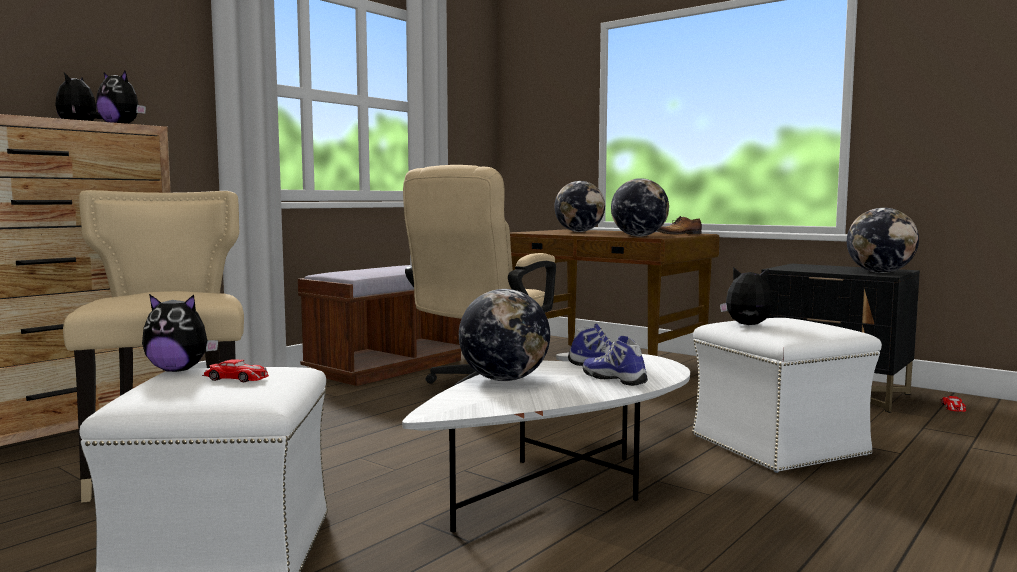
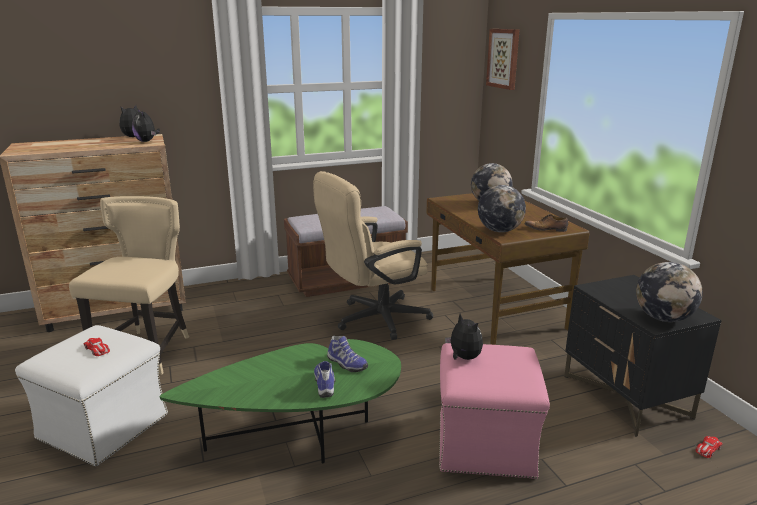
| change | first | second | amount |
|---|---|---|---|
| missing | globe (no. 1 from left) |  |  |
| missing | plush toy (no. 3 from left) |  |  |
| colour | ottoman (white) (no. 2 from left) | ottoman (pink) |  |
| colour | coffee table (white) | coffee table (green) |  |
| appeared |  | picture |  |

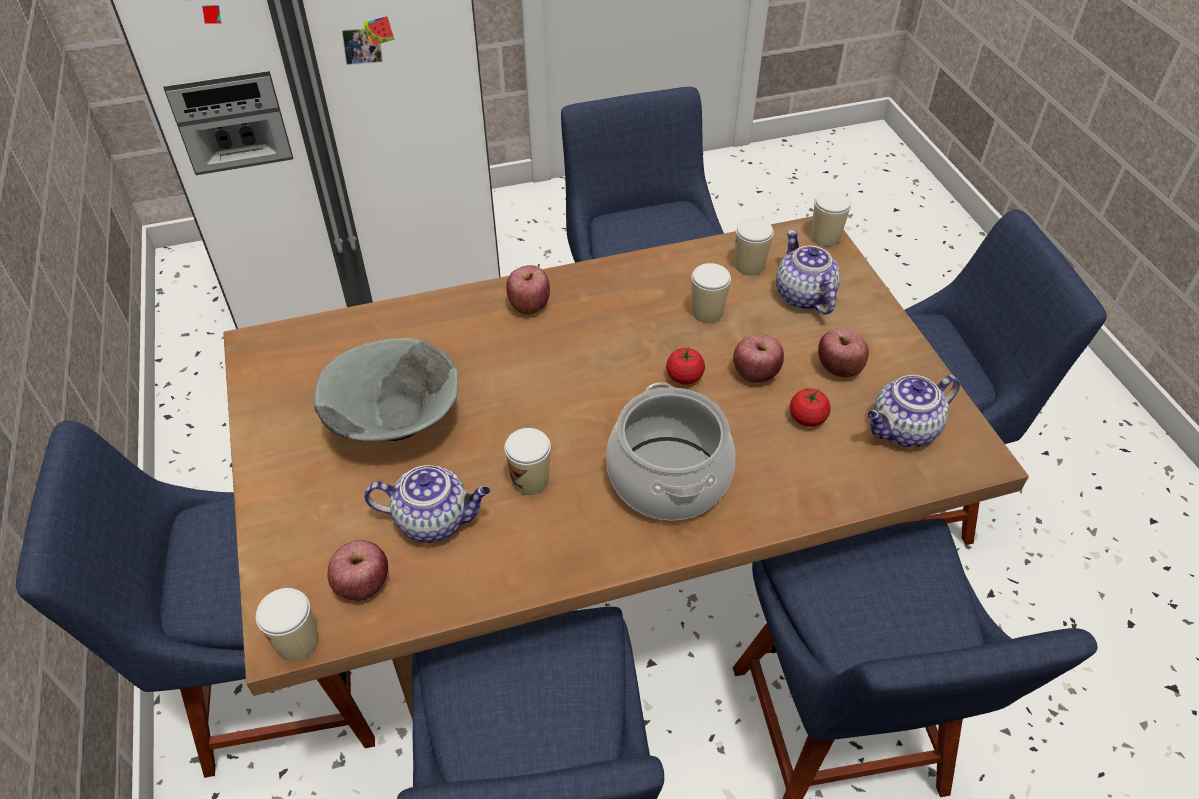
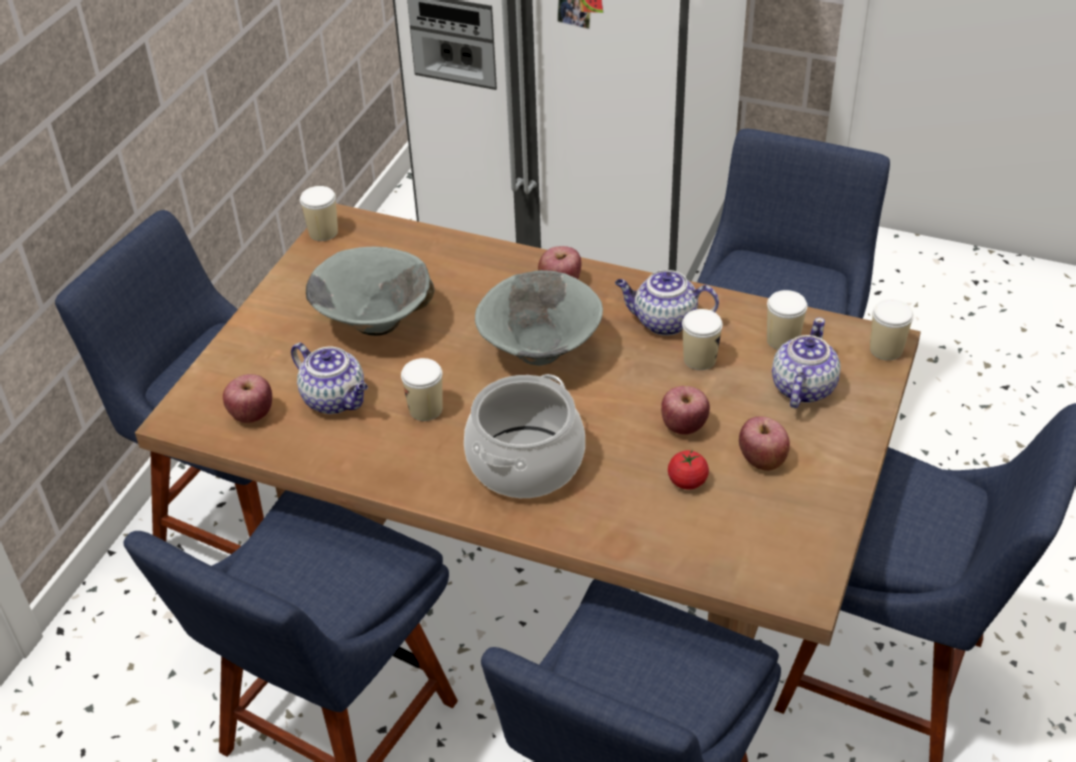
| change | first | second | amount |
|---|---|---|---|
| missing | tomato (no. 1 from left) |  |  |
| relocated | teapot (no. 3 from left in the first image) | teapot (no. 2 from left) |  |
| relocated | cup (no. 1 from left) |  |  |
| appeared |  | bowl (grey) (no. 2 from left) |  |

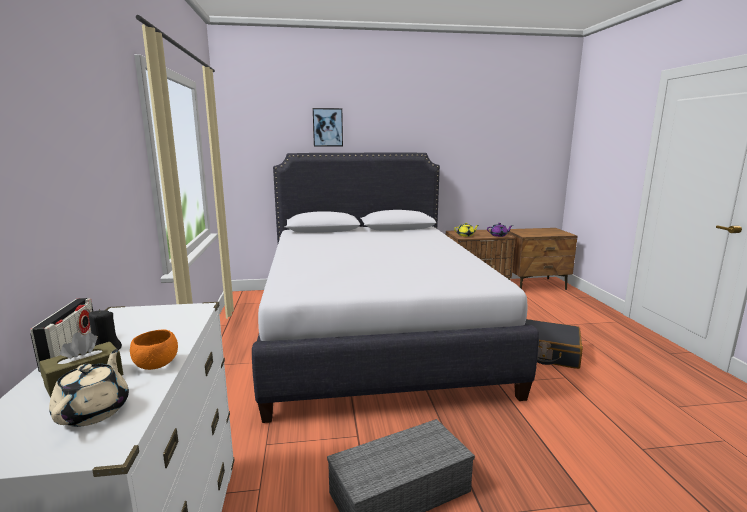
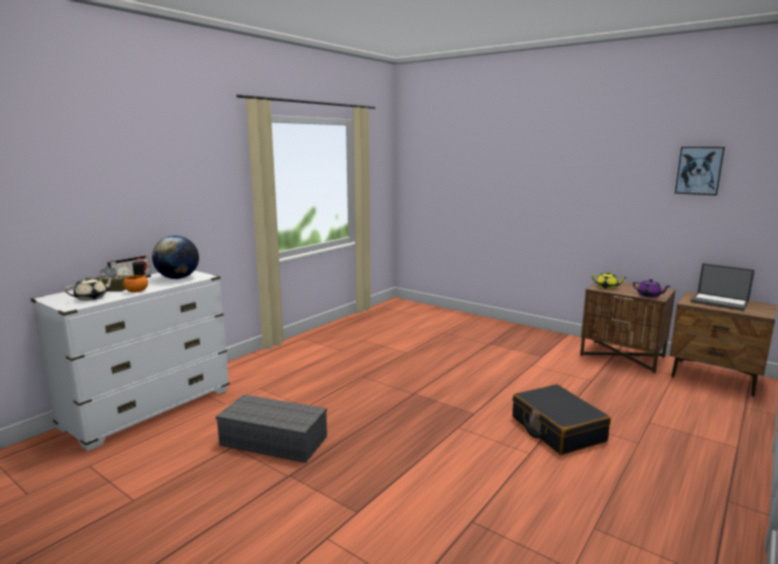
| change | first | second | amount |
|---|---|---|---|
| relocated | picture |  |  |
| missing | bed (white) |  |  |
| appeared |  | globe |  |
| appeared |  | laptop |  |

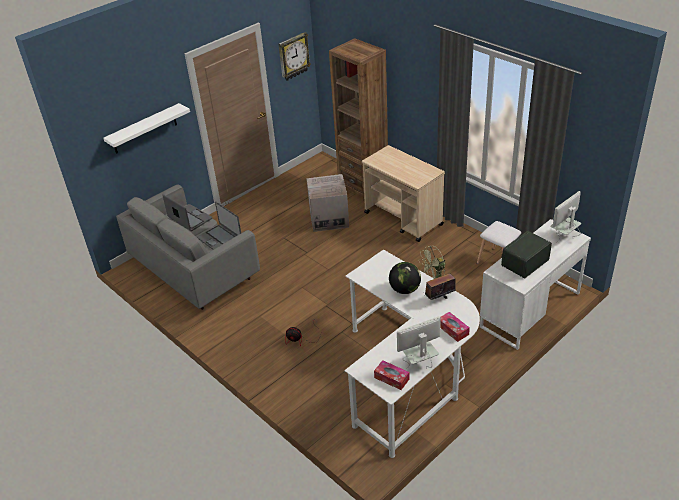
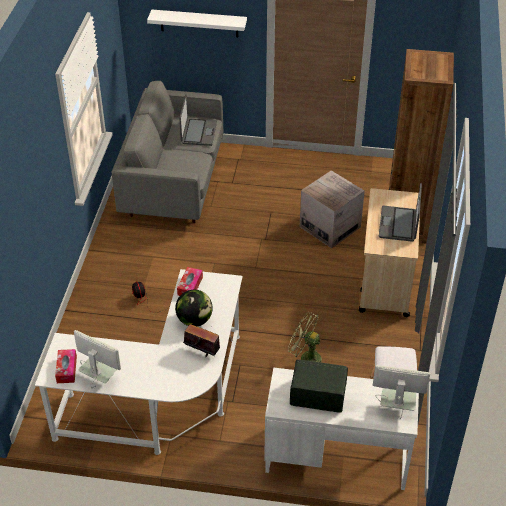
| change | first | second | amount |
|---|---|---|---|
| missing | wall clock |  |  |
| relocated | laptop (no. 2 from left) |  |  |
| relocated | tissue box (no. 2 from left) |  |  |

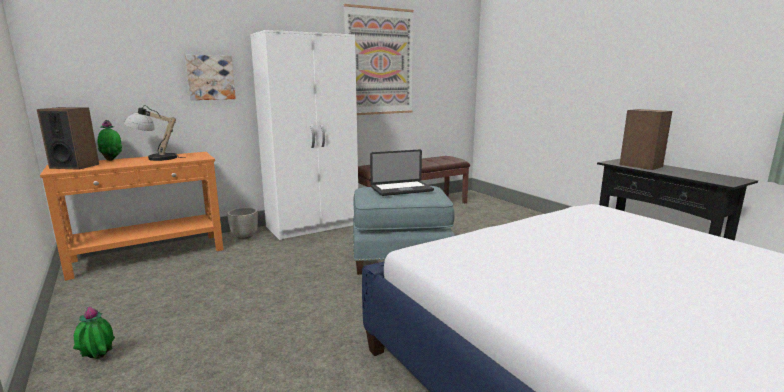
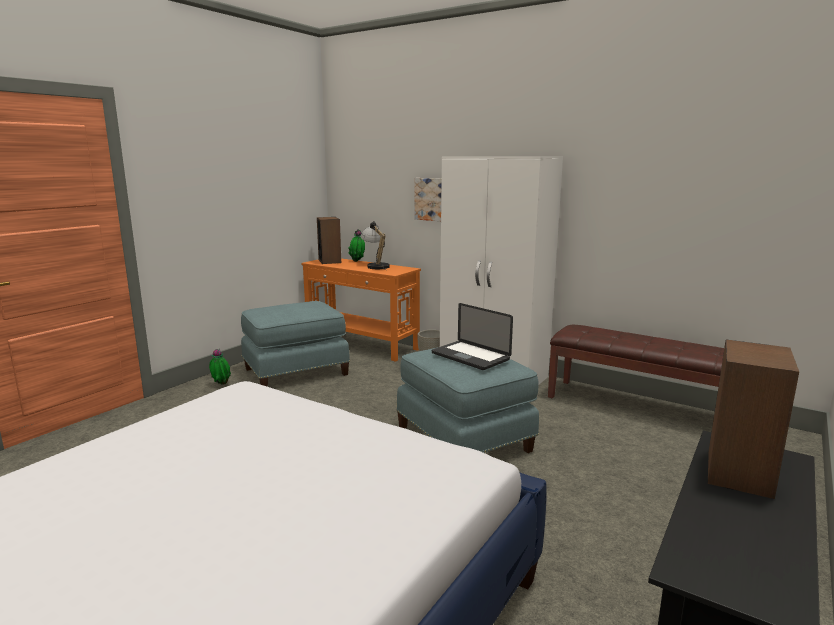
| change | first | second | amount |
|---|---|---|---|
| missing | picture (no. 2 from left) |  |  |
| appeared |  | ottoman (blue) (no. 1 from left) |  |

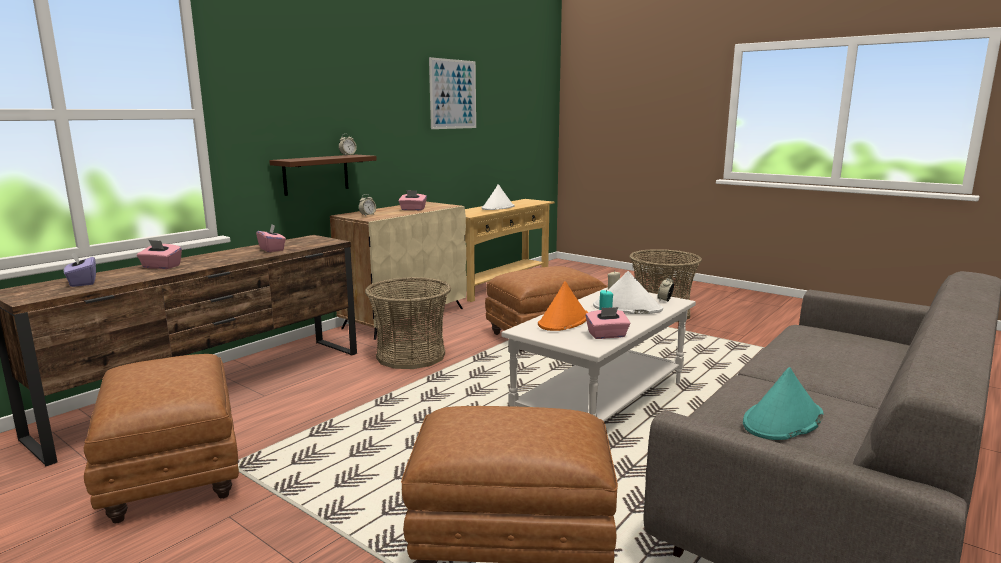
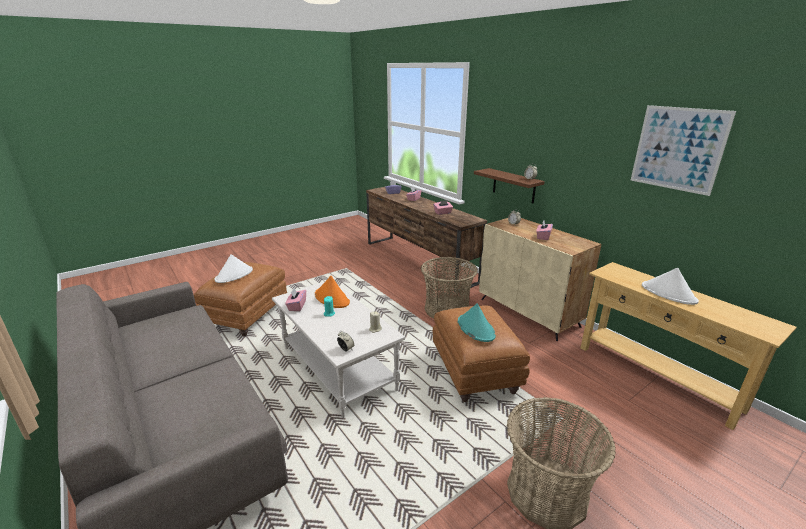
| change | first | second | amount |
|---|---|---|---|
| relocated | hat (white) (no. 2 from left in the first image) | hat (white) (no. 1 from left) |  |
| missing | ottoman (brown) (no. 1 from left) |  |  |
| relocated | hat (turquoise) |  |  |

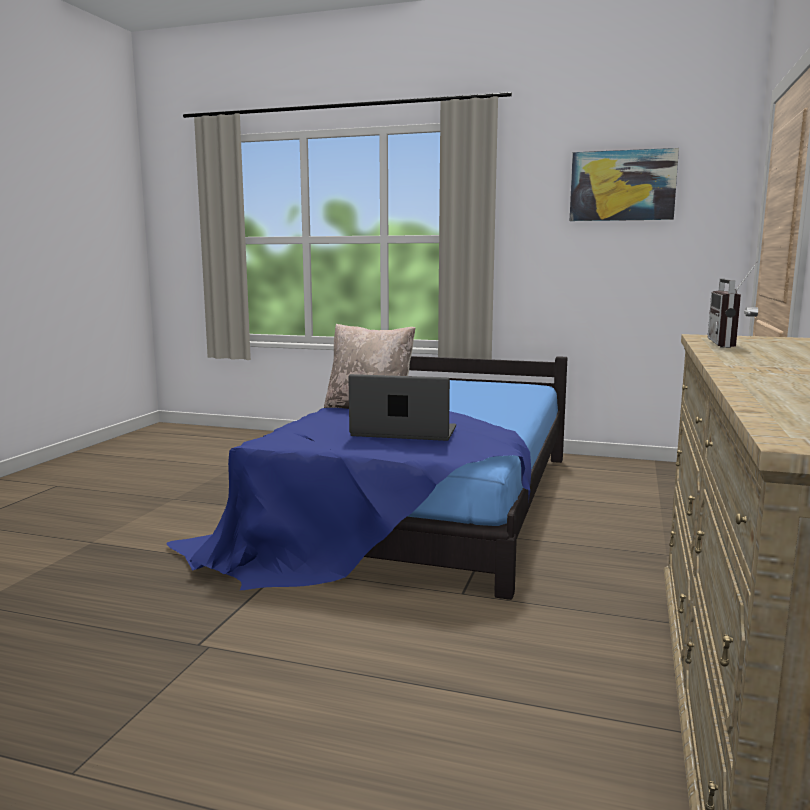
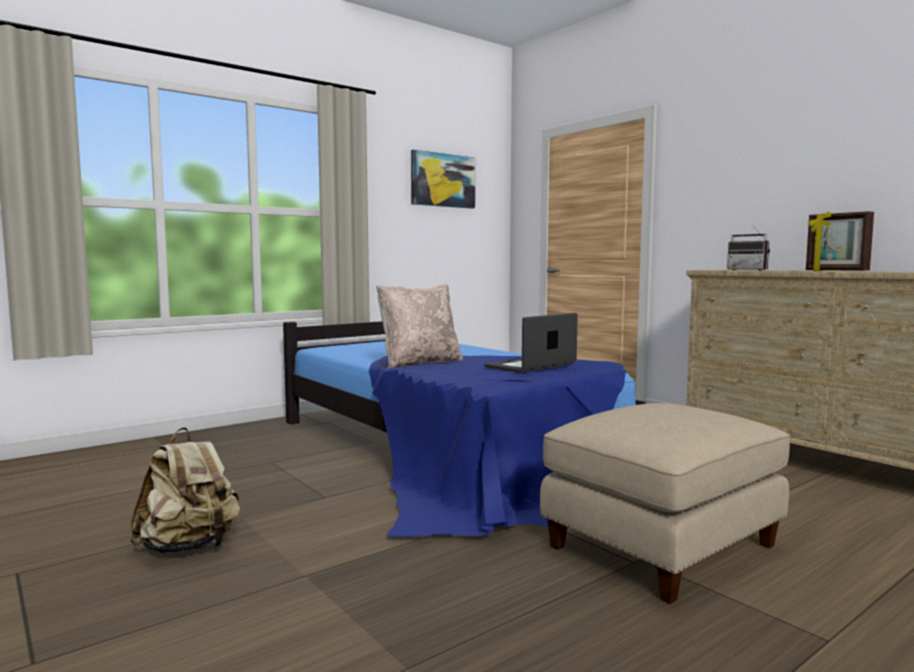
| change | first | second | amount |
|---|---|---|---|
| appeared |  | picture frame |  |
| appeared |  | ottoman (beige) |  |
| appeared |  | backpack (beige) |  |

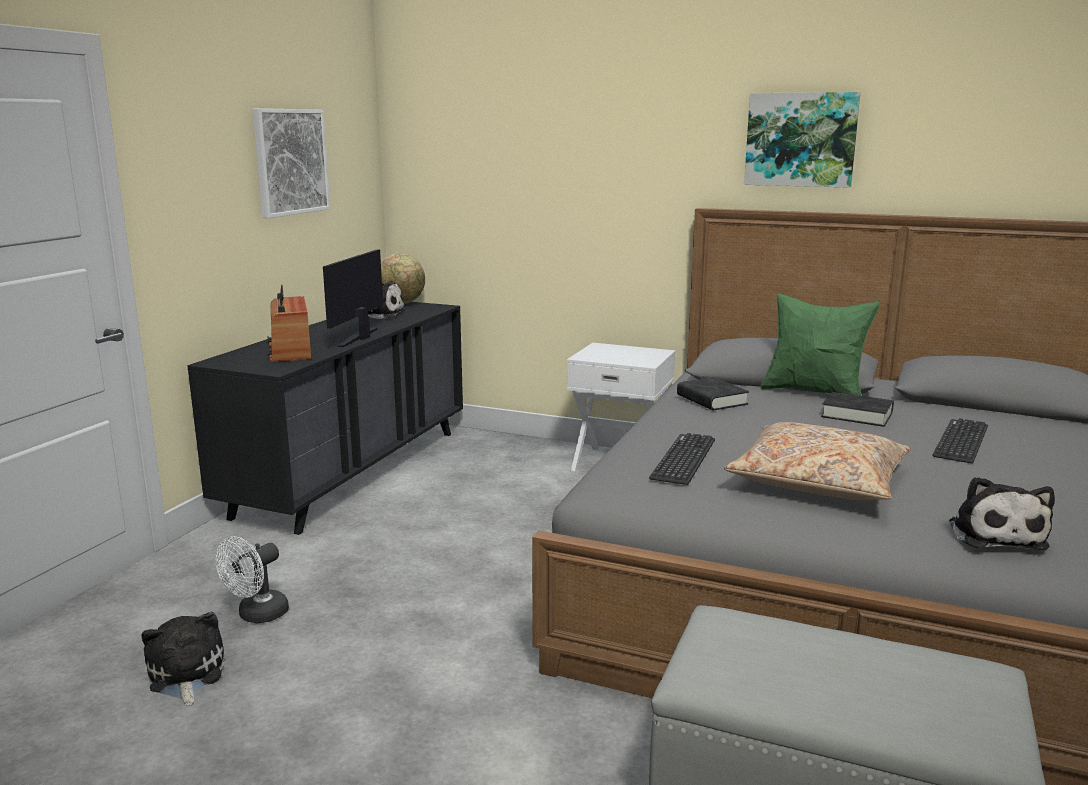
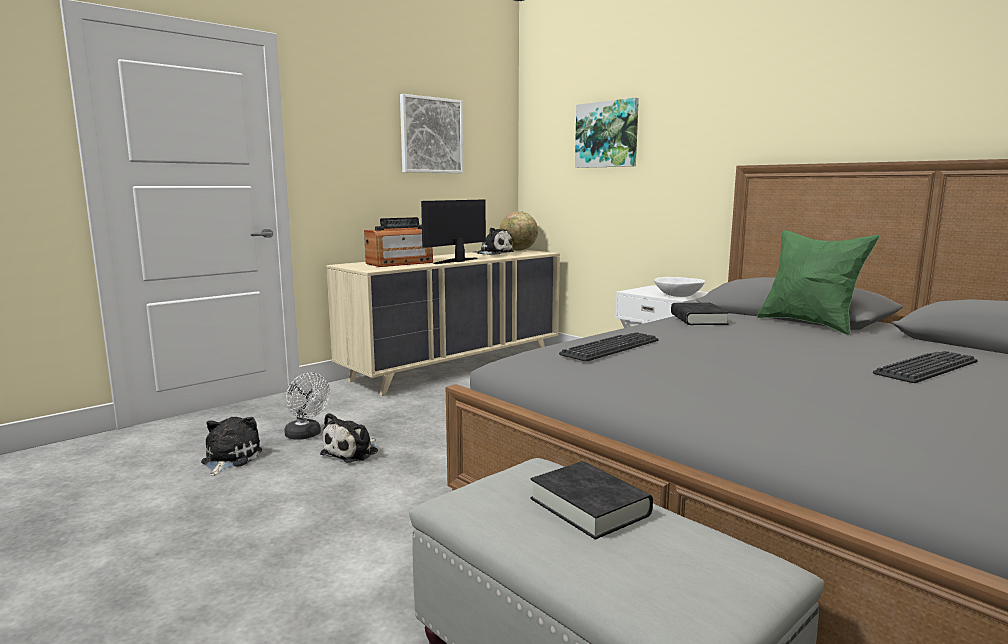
| change | first | second | amount |
|---|---|---|---|
| relocated | picture (no. 2 from left) |  |  |
| spun | radio |  | 135 degrees counterclockwise |
| colour | dresser (black) | dresser (beige) |  |
| relocated | book (black) (no. 2 from left in the first image) | book (black) (no. 1 from left) |  |
| missing | pillow (beige) |  |  |
| relocated | plush toy (no. 3 from left in the first image) | plush toy (no. 2 from left) |  |
| spun | fan (white) |  | 105 degrees counterclockwise |
| appeared |  | bowl (white) |  |

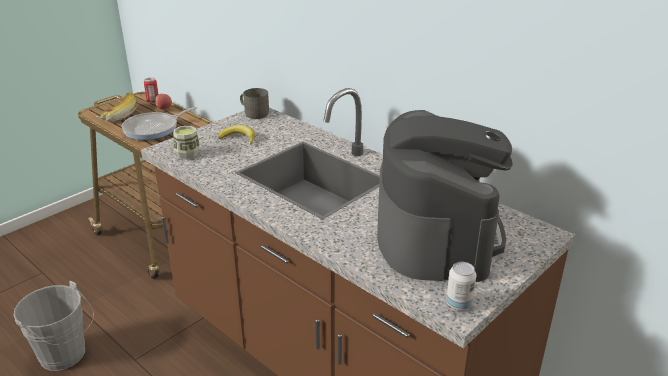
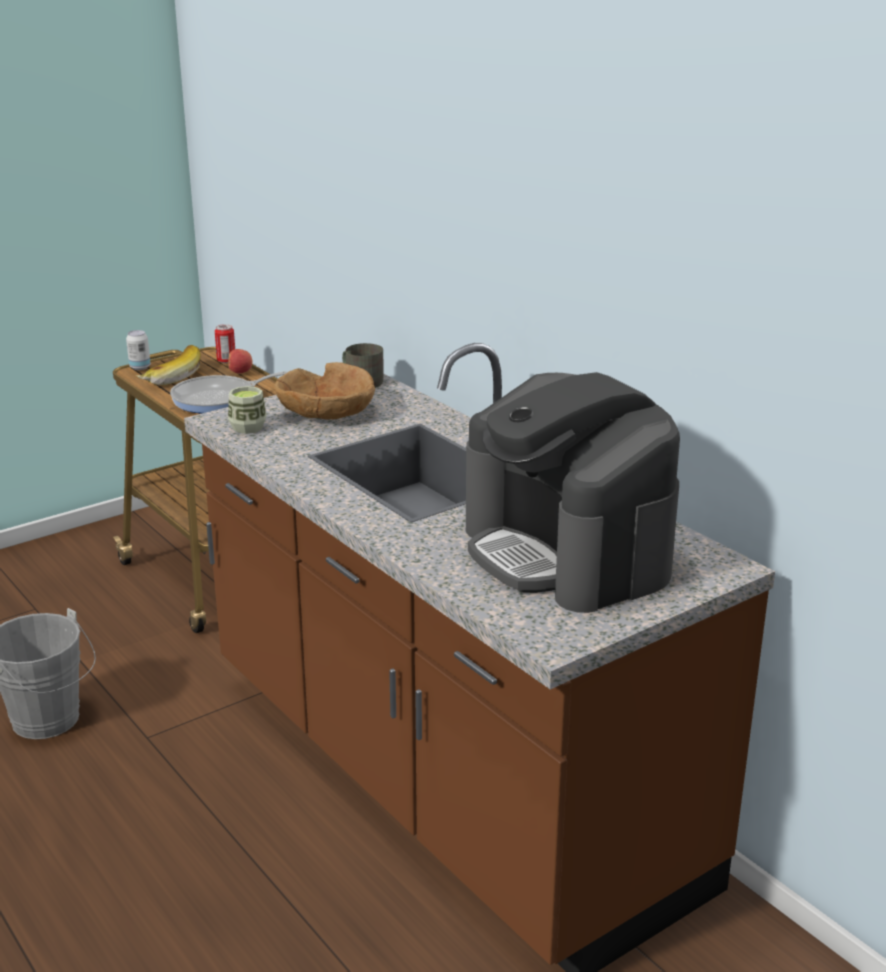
| change | first | second | amount |
|---|---|---|---|
| spun | coffee machine |  | 135 degrees clockwise |
| exchanged | banana (no. 2 from left) | bowl (brown) |  |
| relocated | can (no. 2 from left in the first image) | can (no. 1 from left) |  |

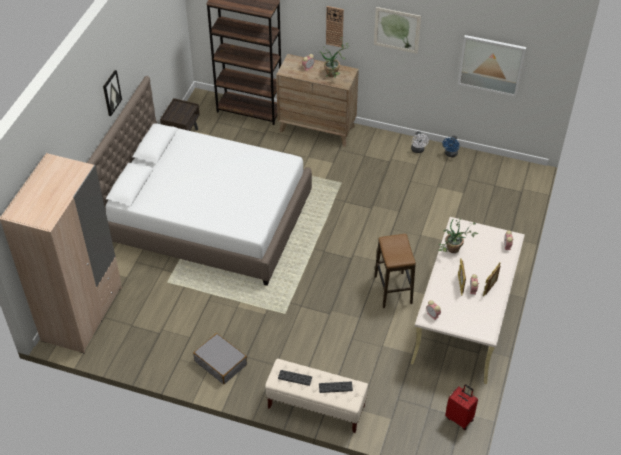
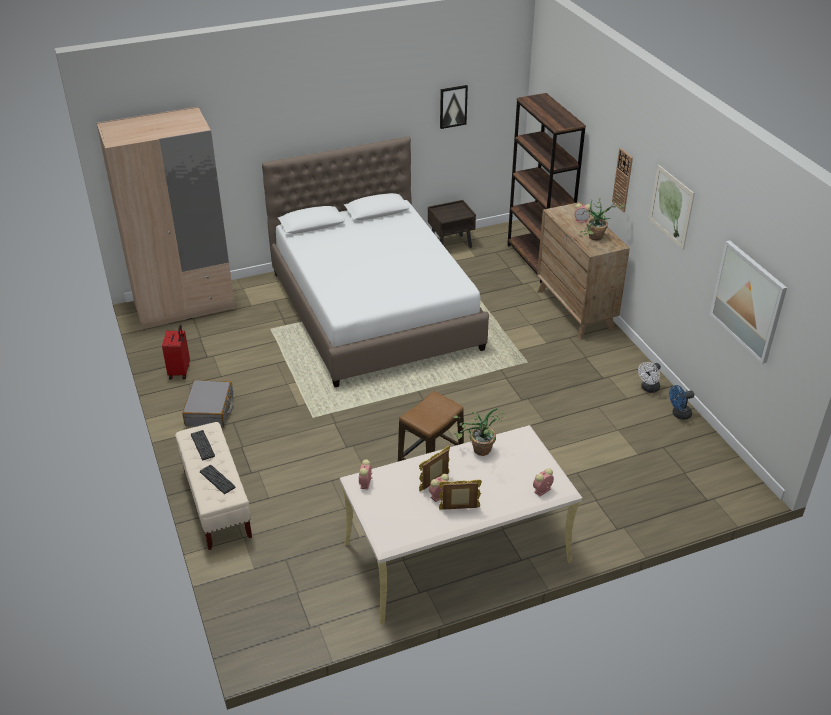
| change | first | second | amount |
|---|---|---|---|
| relocated | picture (no. 1 from left) |  |  |
| relocated | suitcase (red) |  |  |

